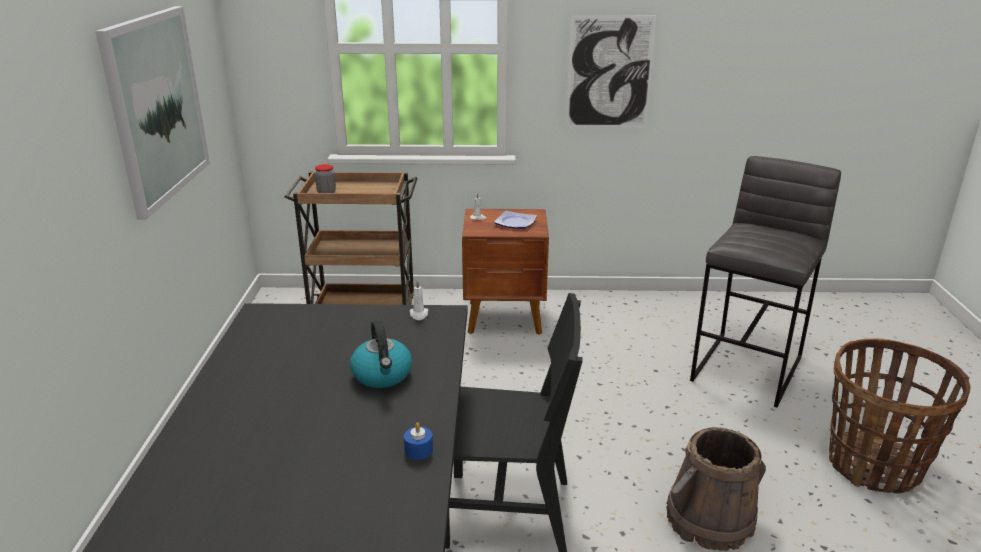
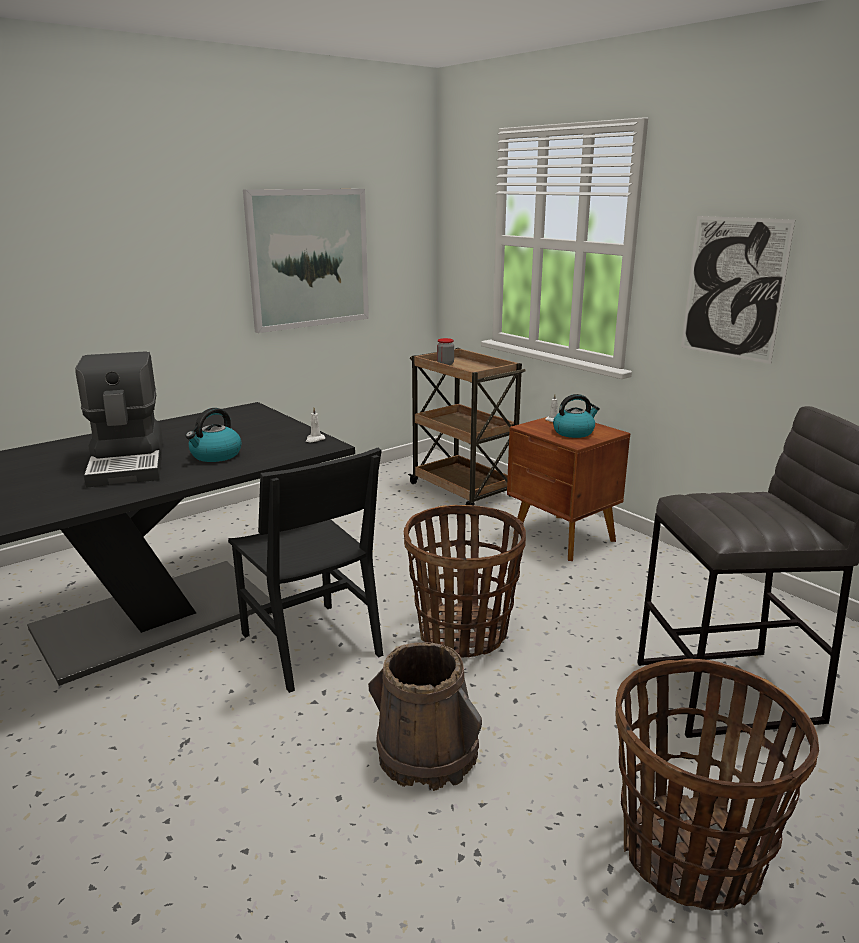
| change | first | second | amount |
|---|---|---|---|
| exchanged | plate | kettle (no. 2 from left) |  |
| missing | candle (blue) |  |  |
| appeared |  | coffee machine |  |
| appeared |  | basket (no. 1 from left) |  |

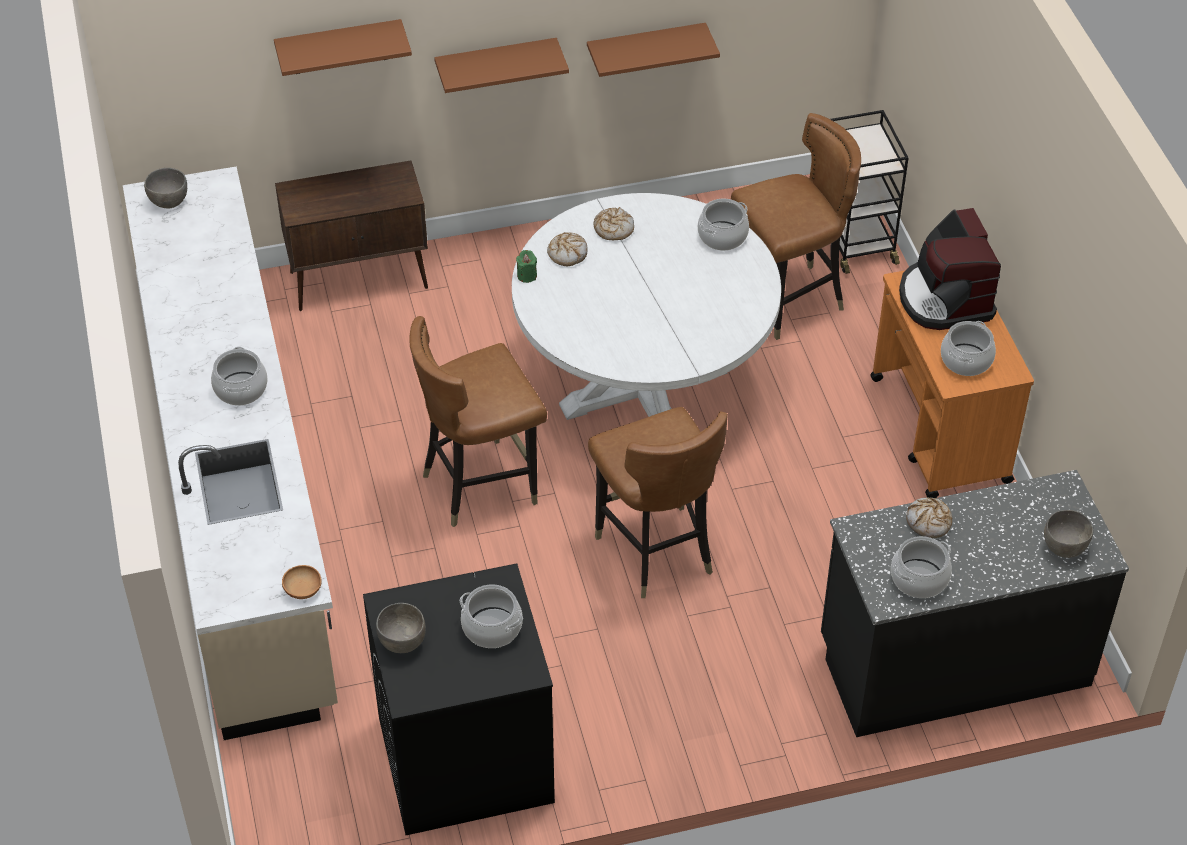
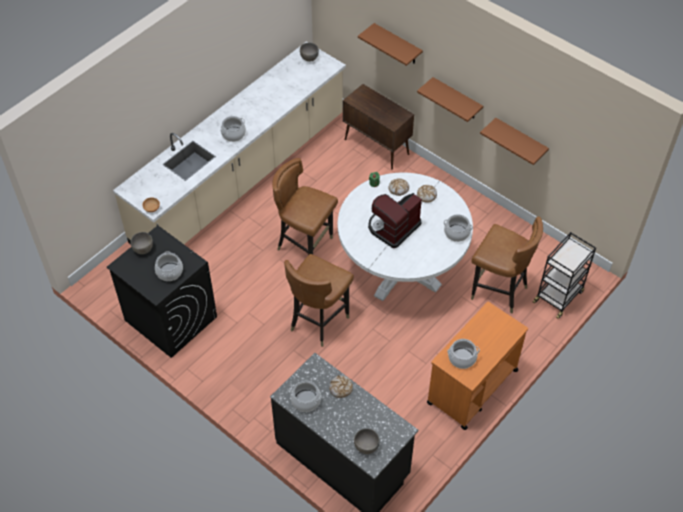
| change | first | second | amount |
|---|---|---|---|
| relocated | coffee machine |  |  |

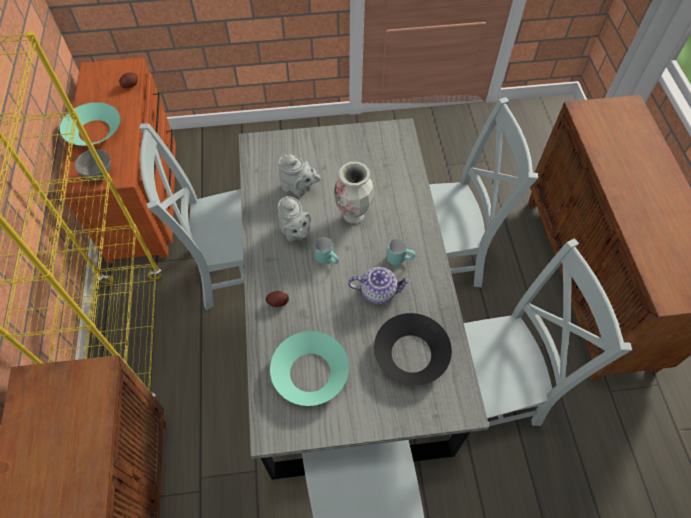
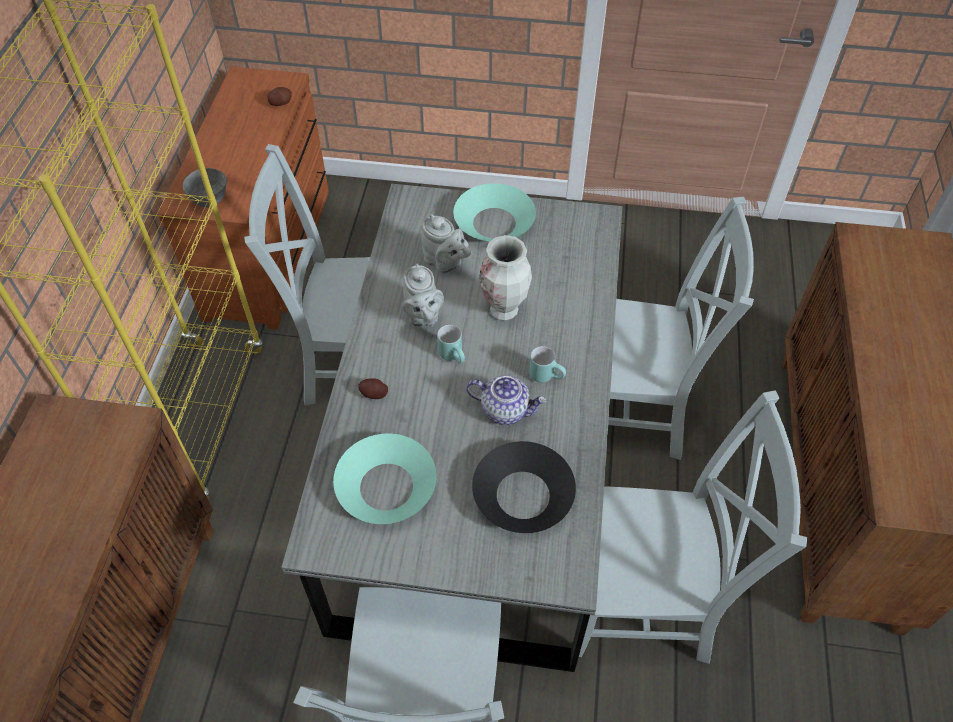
| change | first | second | amount |
|---|---|---|---|
| relocated | bowl (turquoise) (no. 1 from left in the first image) | bowl (turquoise) (no. 2 from left) |  |

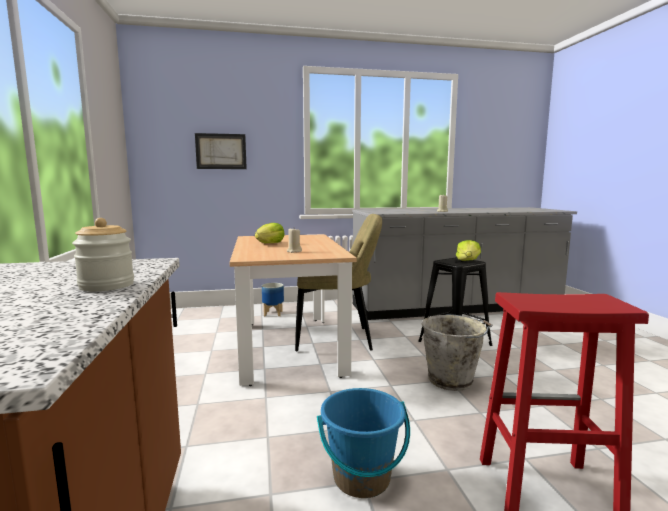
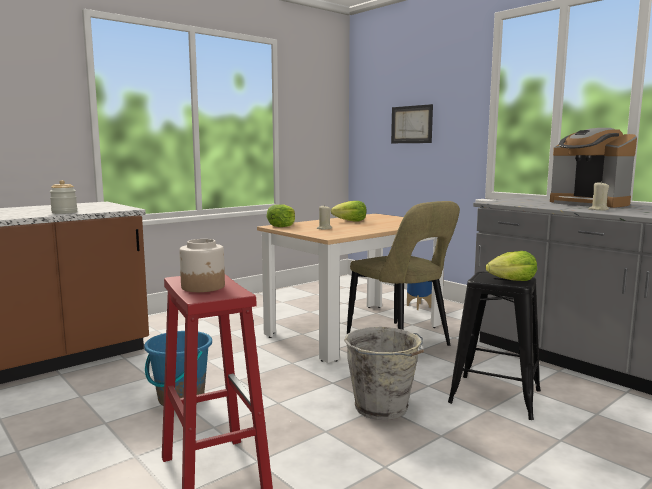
| change | first | second | amount |
|---|---|---|---|
| appeared |  | coffee machine |  |
| appeared |  | lettuce (no. 1 from left) |  |
| appeared |  | jar (no. 2 from left) |  |

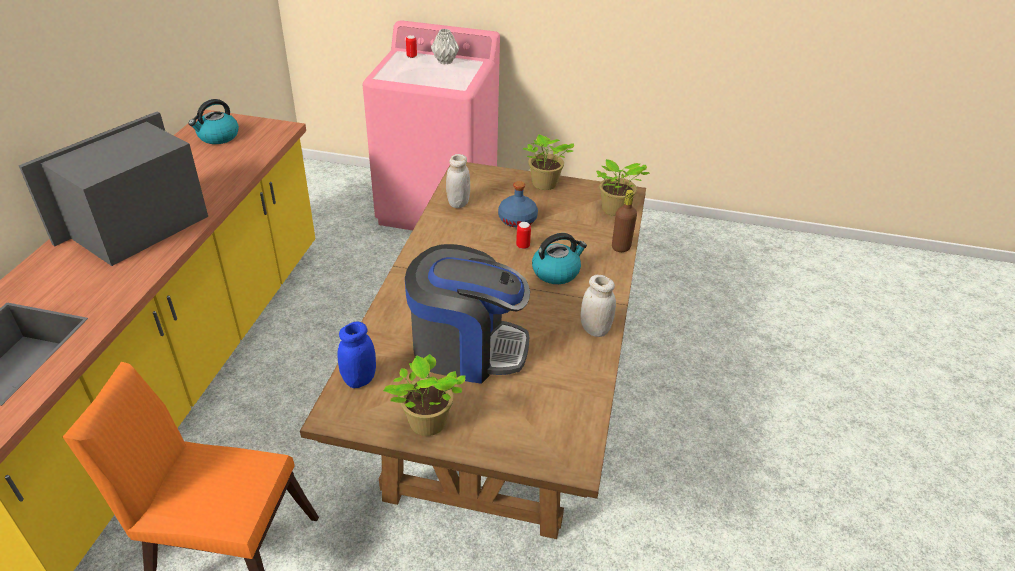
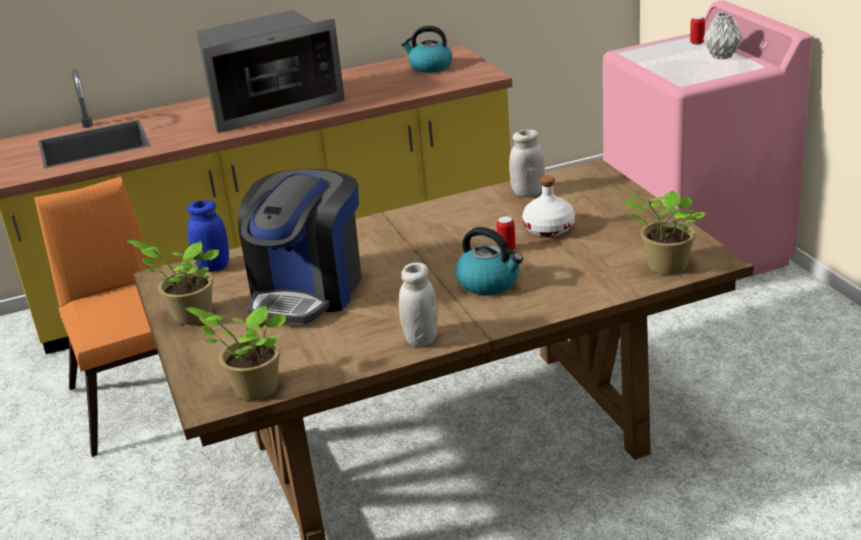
| change | first | second | amount |
|---|---|---|---|
| spun | microwave |  | 150 degrees clockwise |
| relocated | potted plant (no. 2 from left) |  |  |
| colour | bottle (blue) | bottle (white) |  |
| missing | bottle (brown) |  |  |
| spun | coffee machine |  | 45 degrees clockwise |

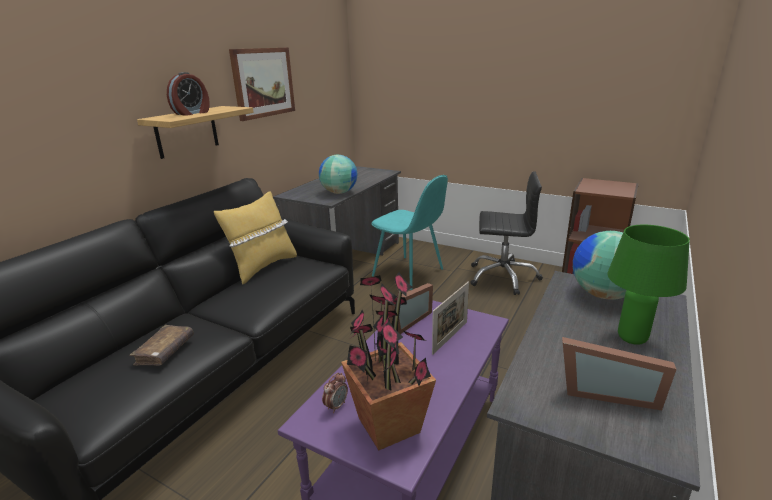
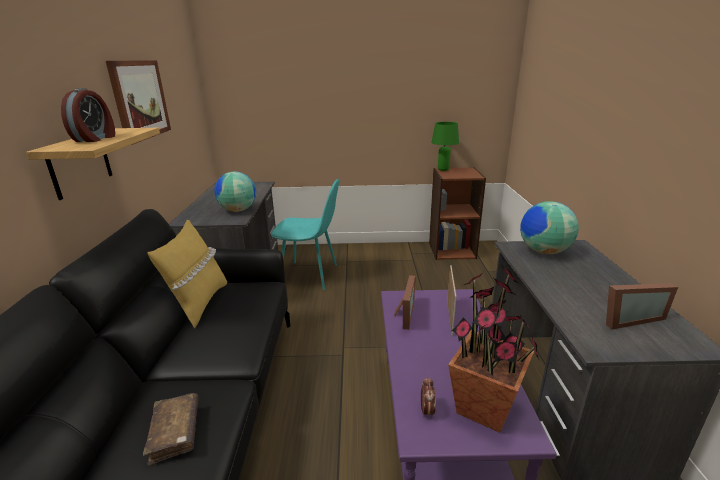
| change | first | second | amount |
|---|---|---|---|
| missing | office chair (black) |  |  |
| relocated | table lamp (green) |  |  |

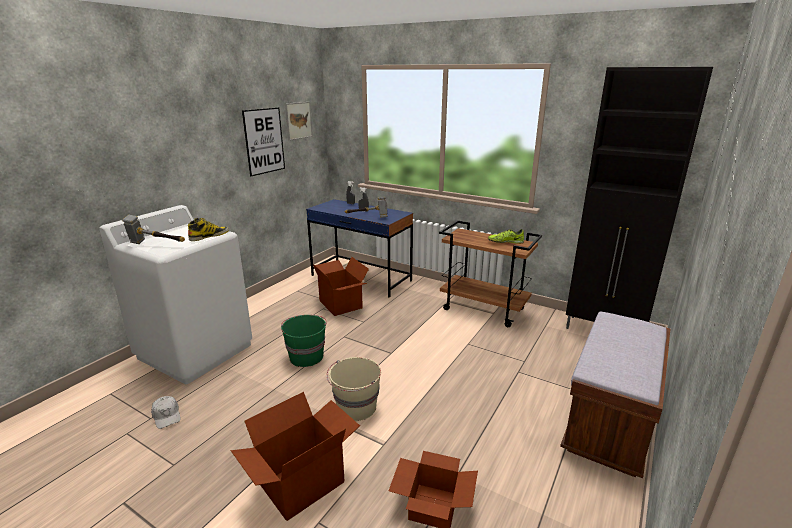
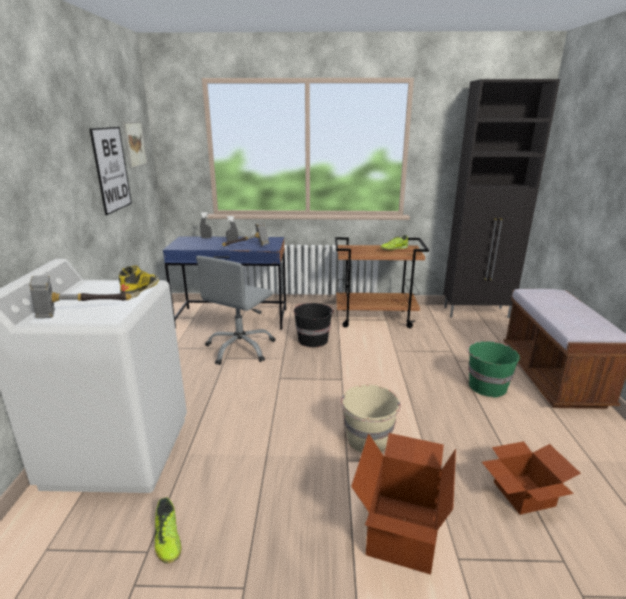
| change | first | second | amount |
|---|---|---|---|
| exchanged | cardboard box (no. 2 from left) | office chair (grey) |  |
| relocated | bucket (green) |  |  |
| exchanged | cap (white) | shoe (no. 1 from left) |  |
| appeared |  | bucket (black) |  |

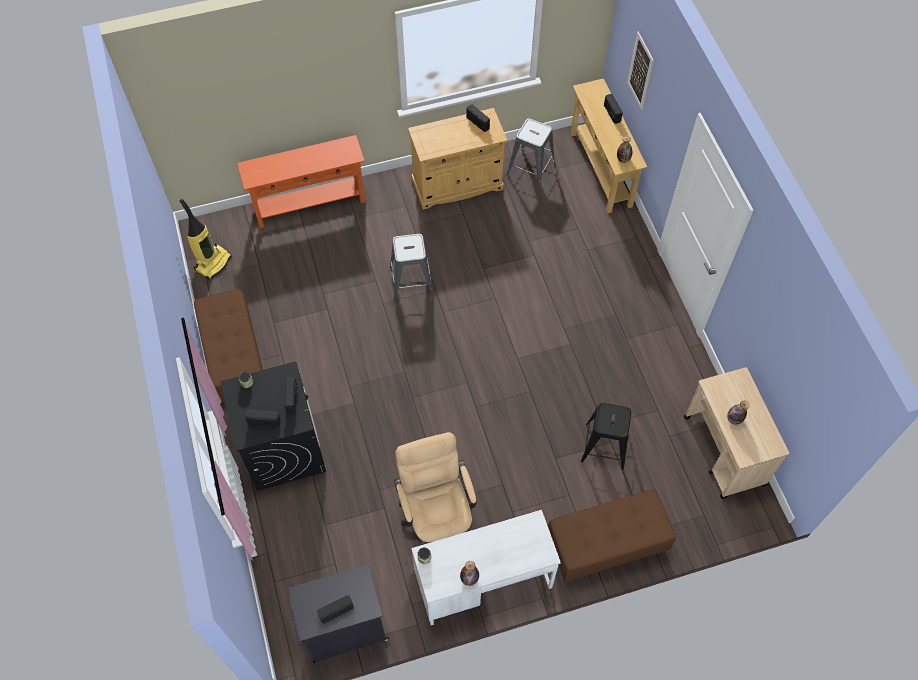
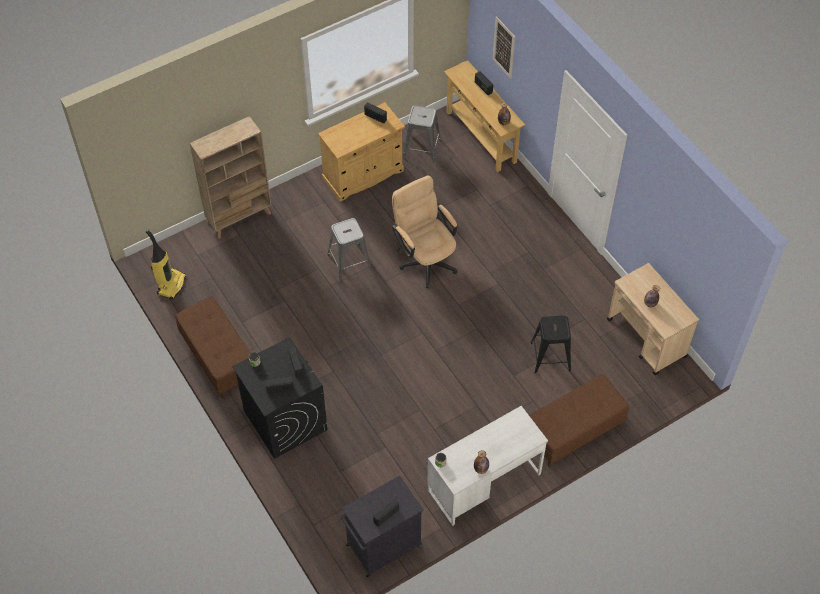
| change | first | second | amount |
|---|---|---|---|
| exchanged | console table (orange) | bookcase (beige) |  |
| relocated | office chair (beige) |  |  |

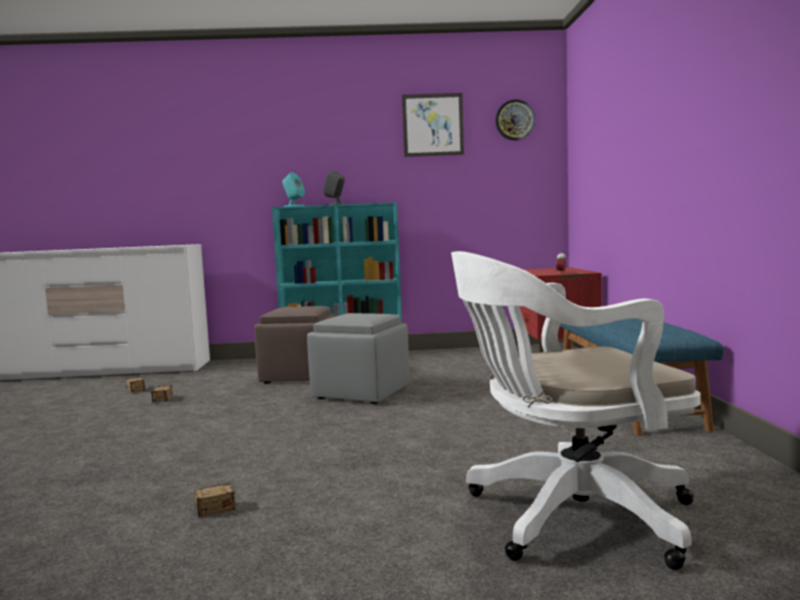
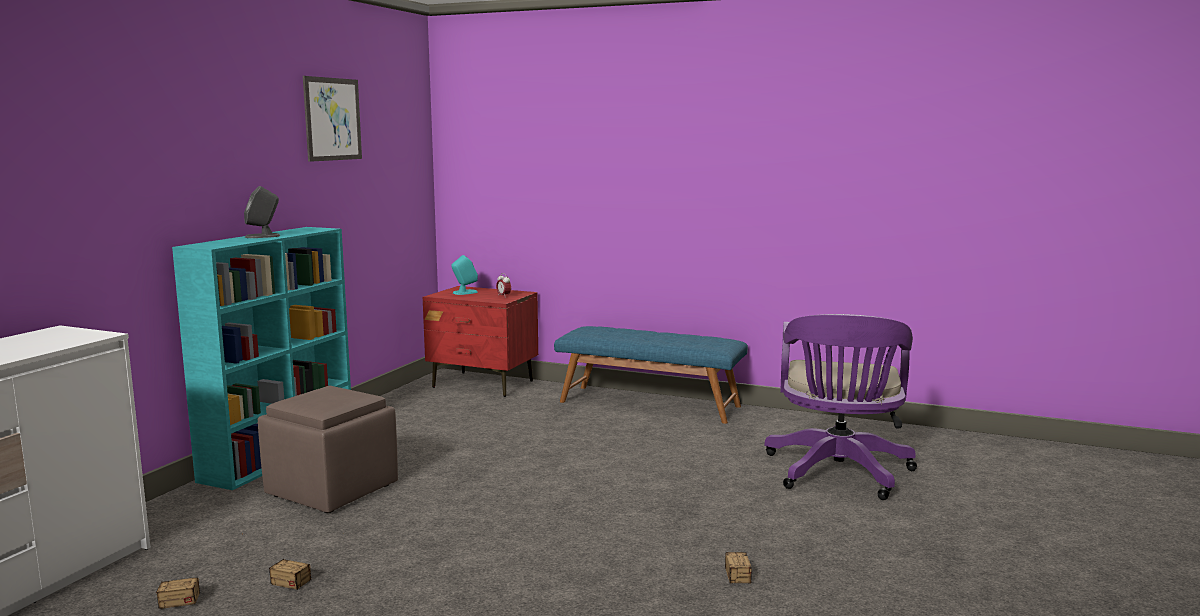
| change | first | second | amount |
|---|---|---|---|
| missing | wall clock |  |  |
| relocated | speaker (turquoise) |  |  |
| colour | office chair (white) | office chair (purple) |  |
| missing | ottoman (grey) |  |  |

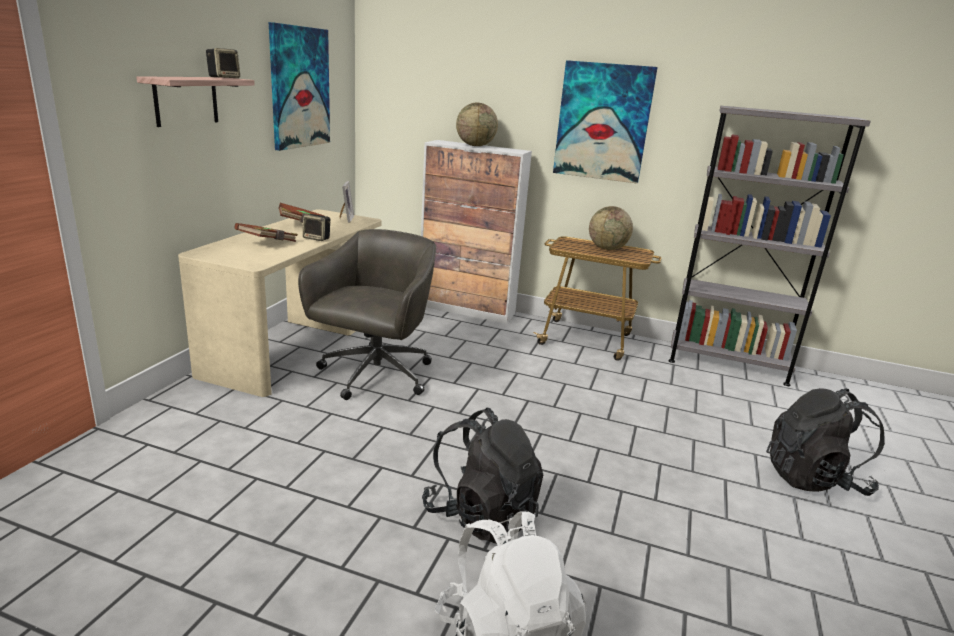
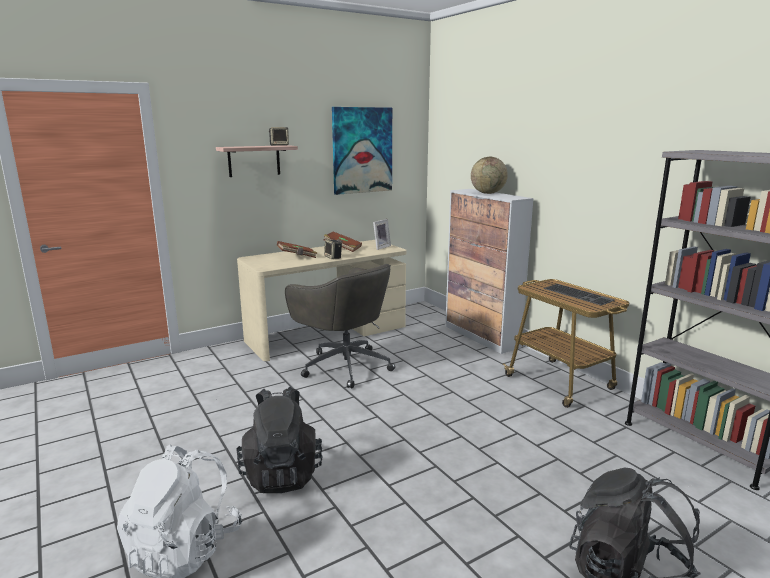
| change | first | second | amount |
|---|---|---|---|
| missing | picture (no. 2 from left) |  |  |
| exchanged | globe (no. 2 from left) | keyboard |  |
| spun | office chair (grey) |  | 75 degrees clockwise |

